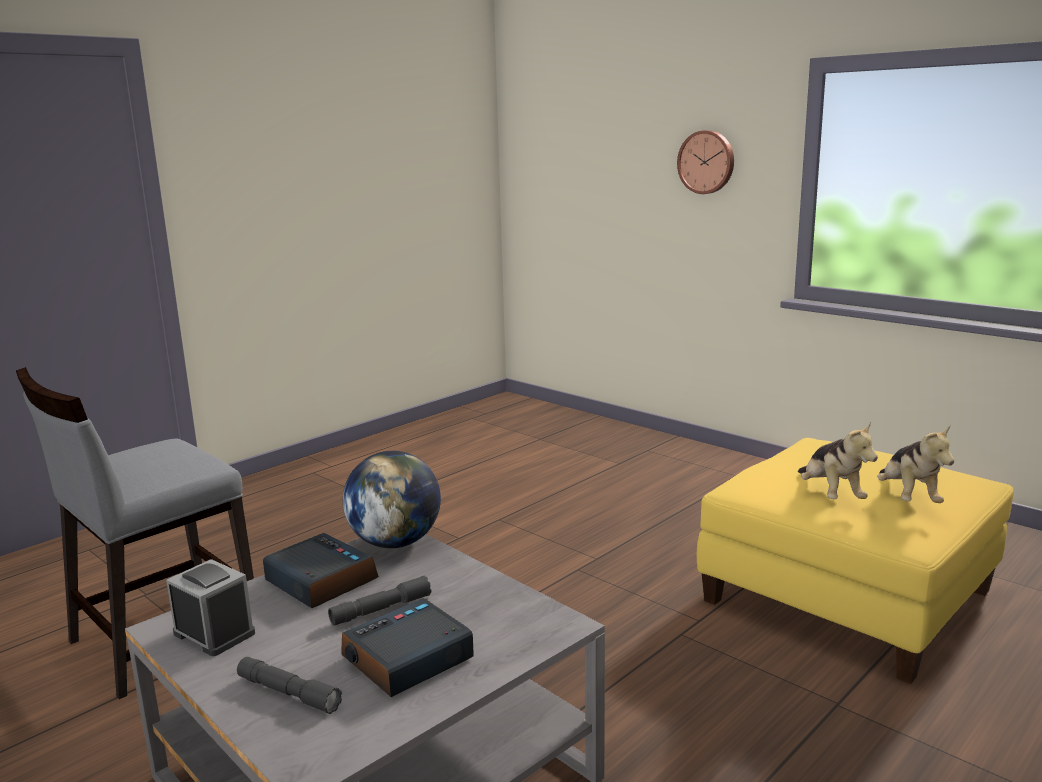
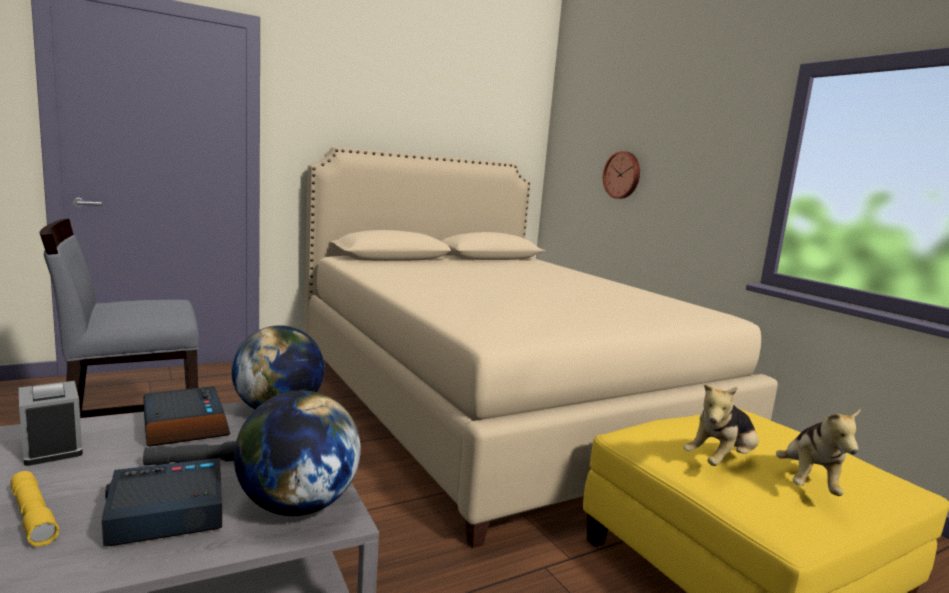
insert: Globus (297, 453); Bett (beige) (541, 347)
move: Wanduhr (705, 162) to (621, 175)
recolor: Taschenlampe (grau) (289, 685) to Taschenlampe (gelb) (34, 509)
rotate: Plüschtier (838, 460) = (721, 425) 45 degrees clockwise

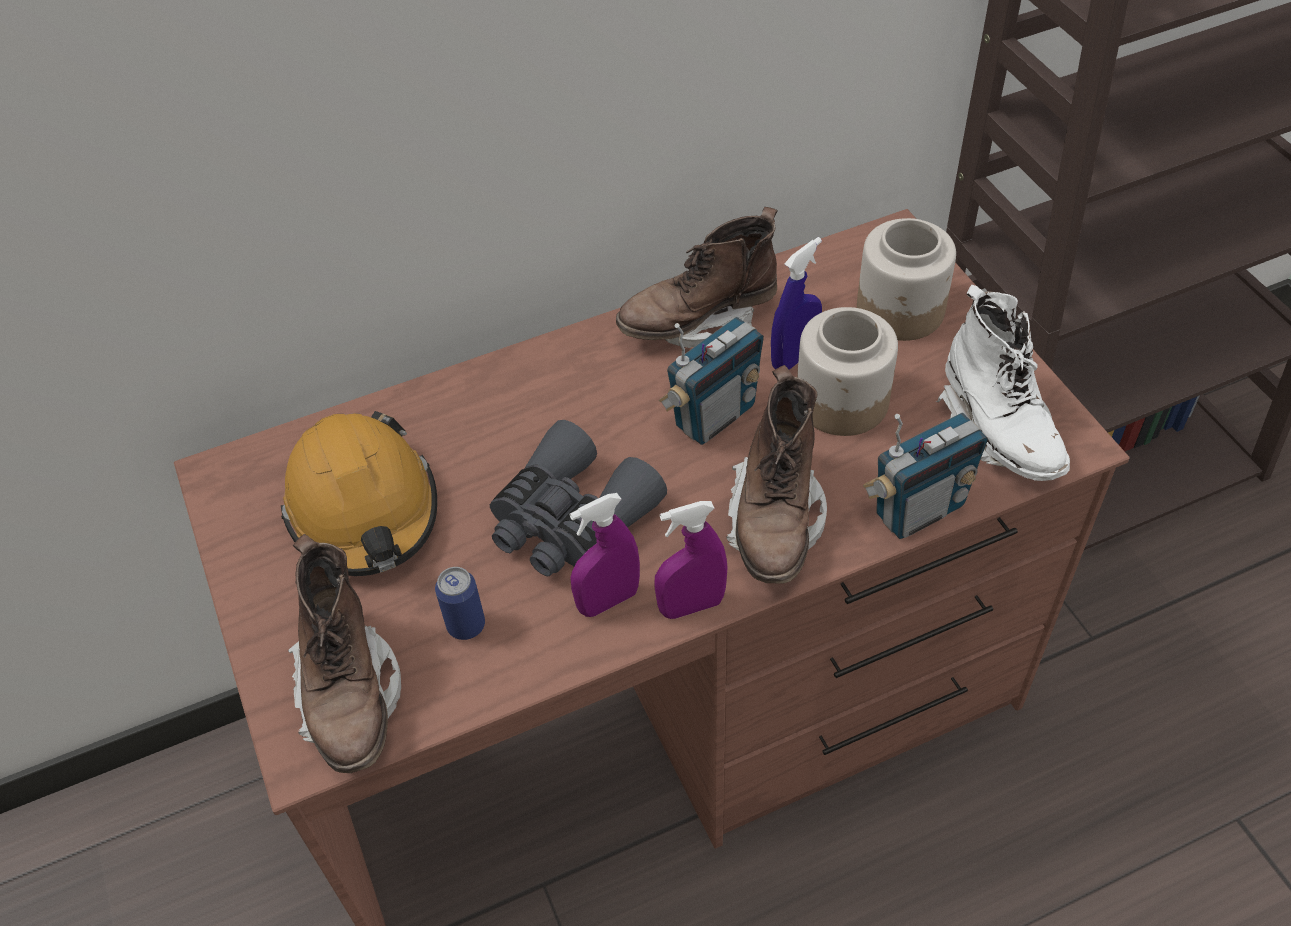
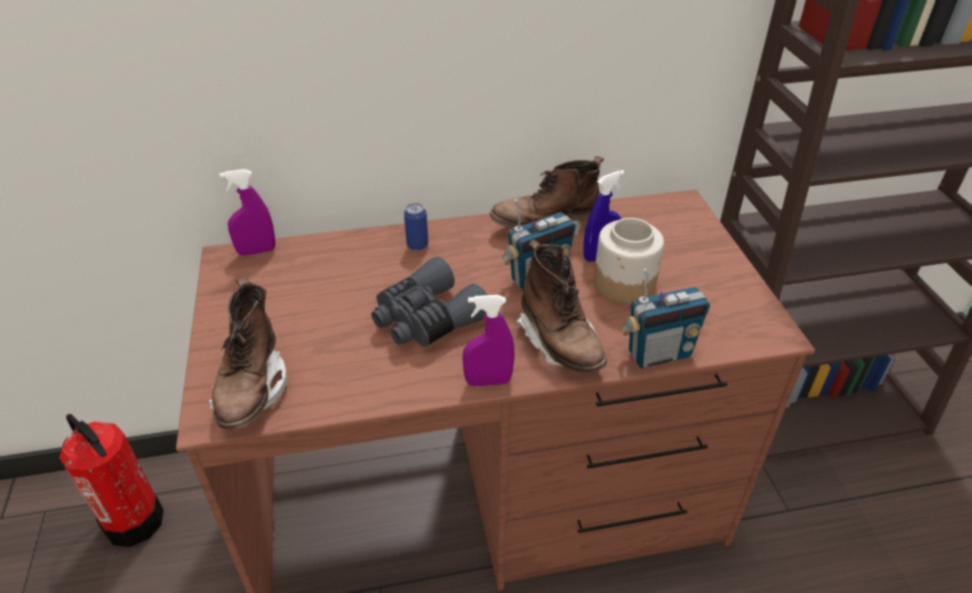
delete: Schutzhelm (orange) (359, 493); Vorratsglas (906, 279); Stiefel (weiß) (1003, 383)
insert: Feuerlöscher (111, 480)
move: Dose (460, 603) to (416, 227); Sprühflasche (lila) (605, 555) to (247, 212)
rotate: Stiefel (braun) (776, 474) = (561, 306) 45 degrees counterclockwise

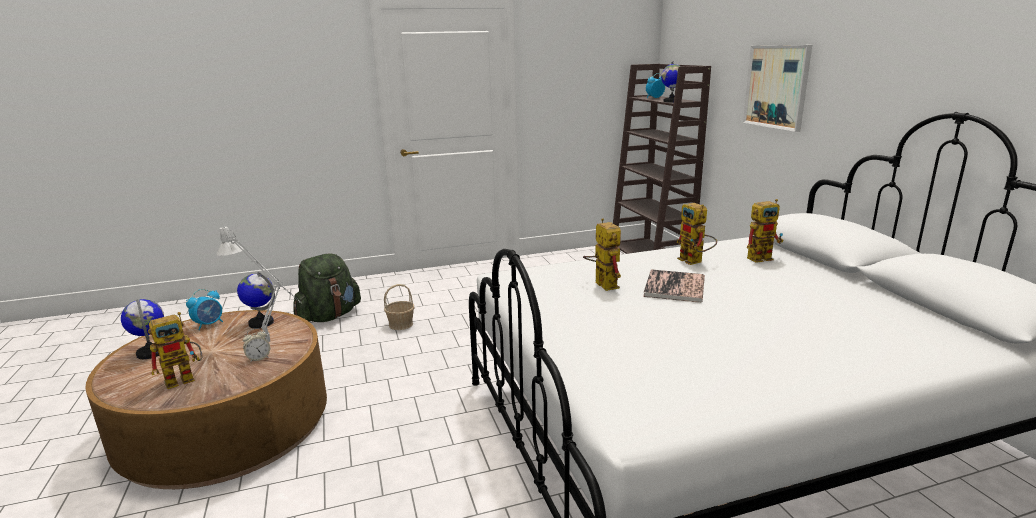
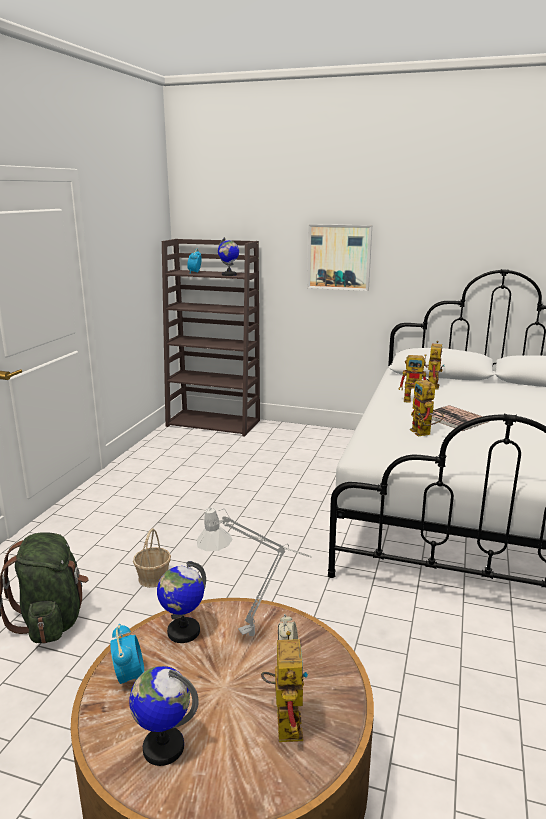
rotate: Spielzeugroboter (602, 254) = (427, 408) 120 degrees counterclockwise

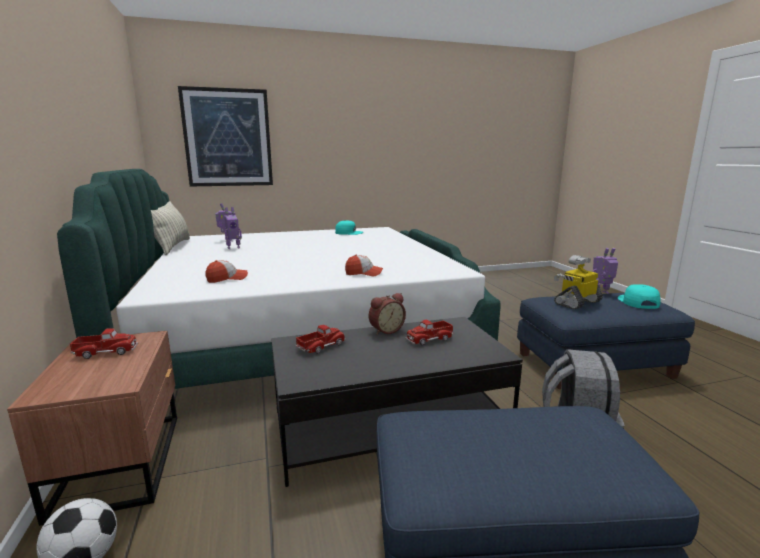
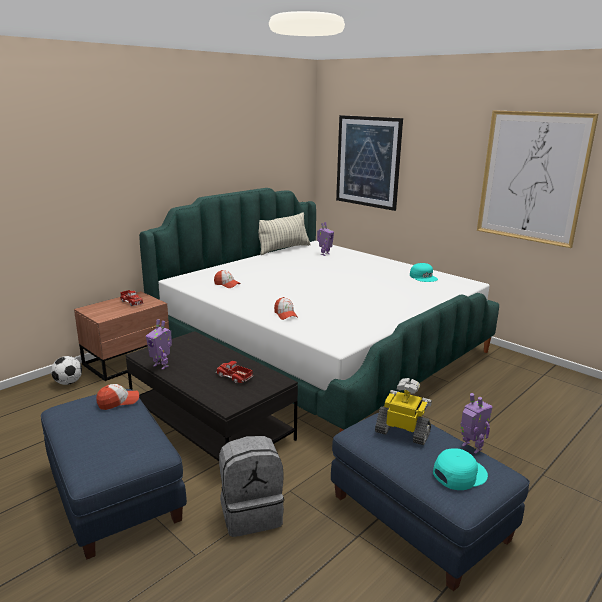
delete: Spielzeuglaster (321, 339); Wecker (387, 314)
insert: Kappe (117, 397); Bild (537, 179)
move: Spielzeugroboter (233, 228) to (159, 344)

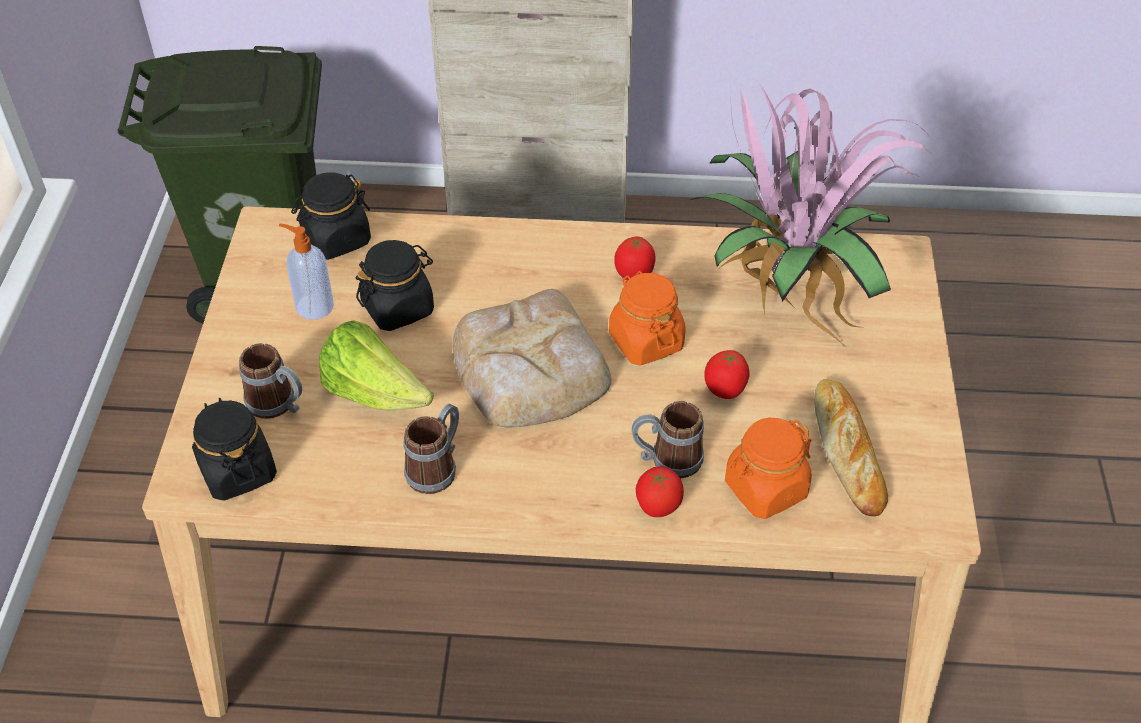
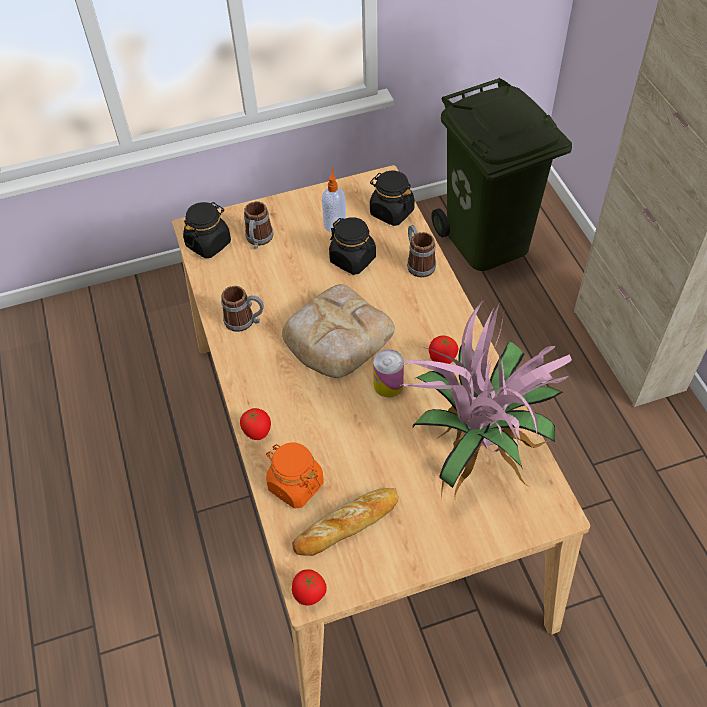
delete: Salatkopf (376, 366)
move: Henkelbecher (668, 439) to (421, 251); Tomate (727, 374) to (309, 587)
replace: Vorratsglas (orange) (647, 318) to Dose (388, 373)

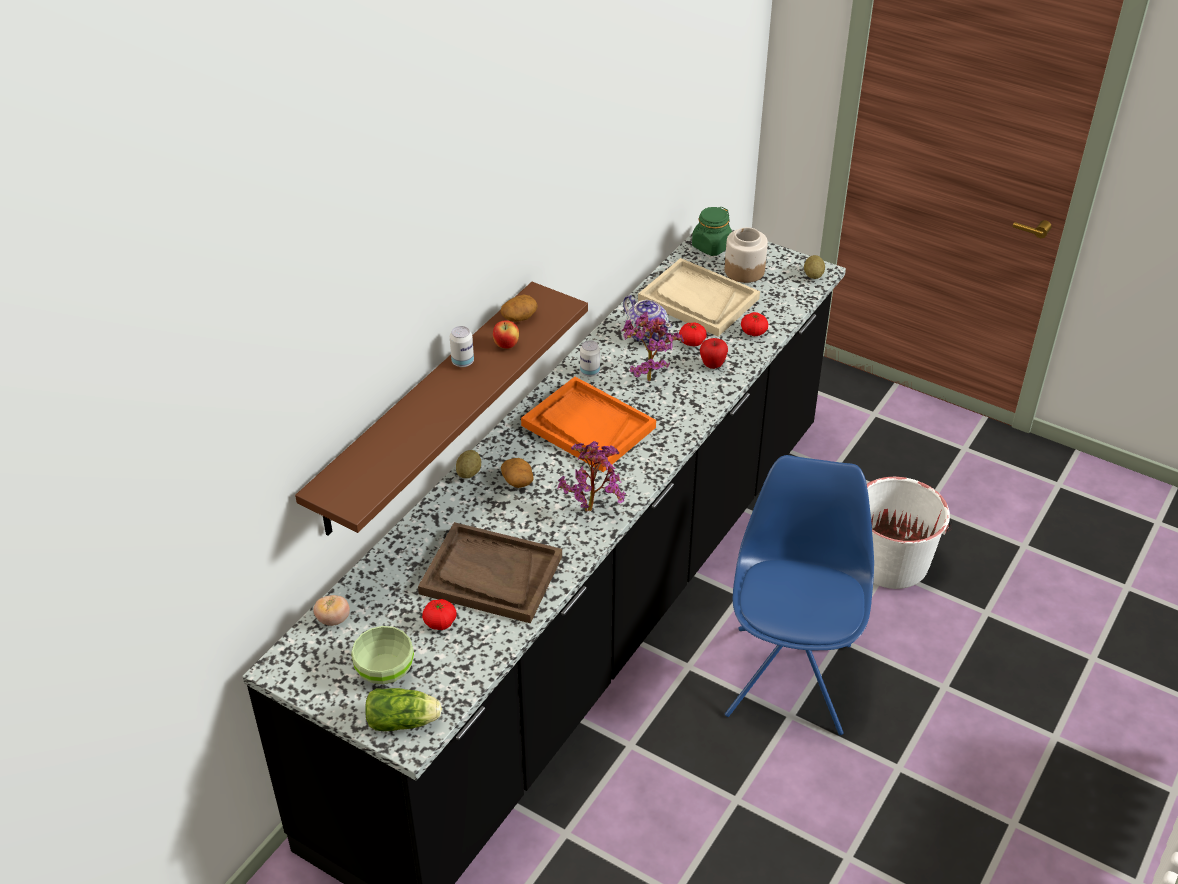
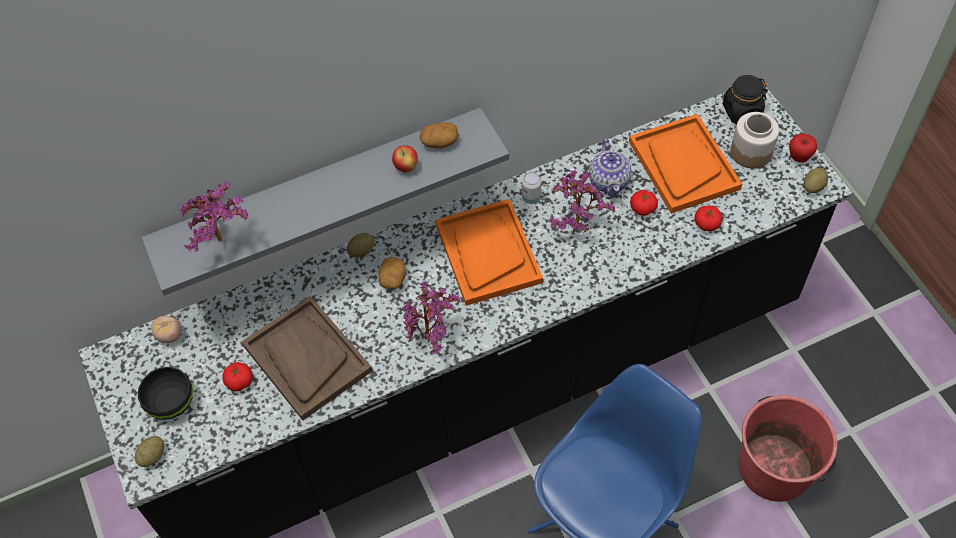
delete: Dose (462, 346)
insert: Topfpflanze (214, 216)
move: Apfel (714, 353) to (803, 148)
replace: Salatkopf (403, 709) to Kartoffel (149, 451)
recolor: Wandregal (braun) (441, 409) to Wandregal (grau) (325, 201); Schüssel (grün) (382, 655) to Schüssel (schwarz) (165, 393); Tablett (beige) (699, 297) to Tablett (orange) (685, 164); Vorratsglas (grün) (712, 231) to Vorratsglas (schwarz) (745, 99); Eimer (weiß) (910, 533) to Eimer (rot) (788, 448)

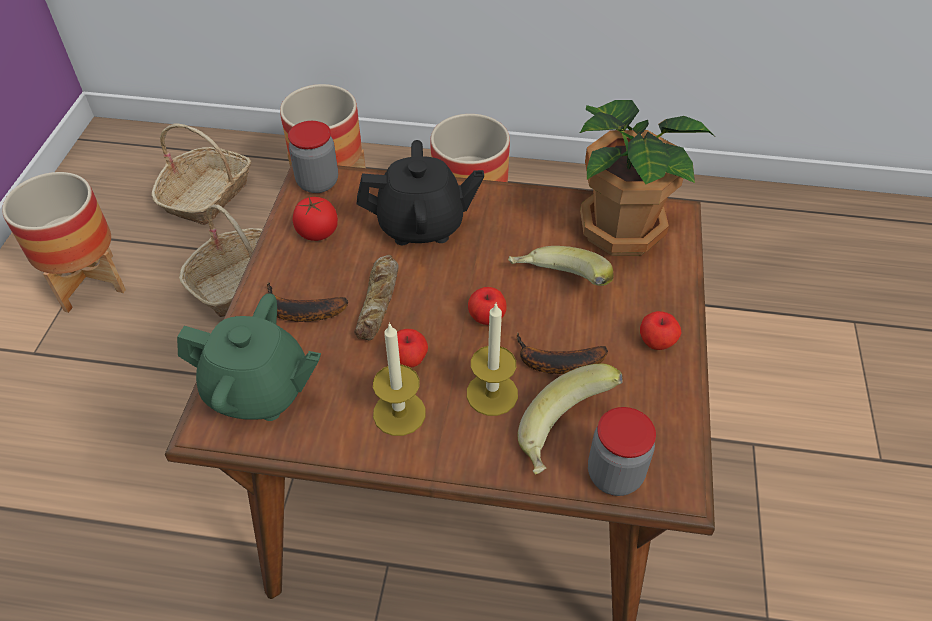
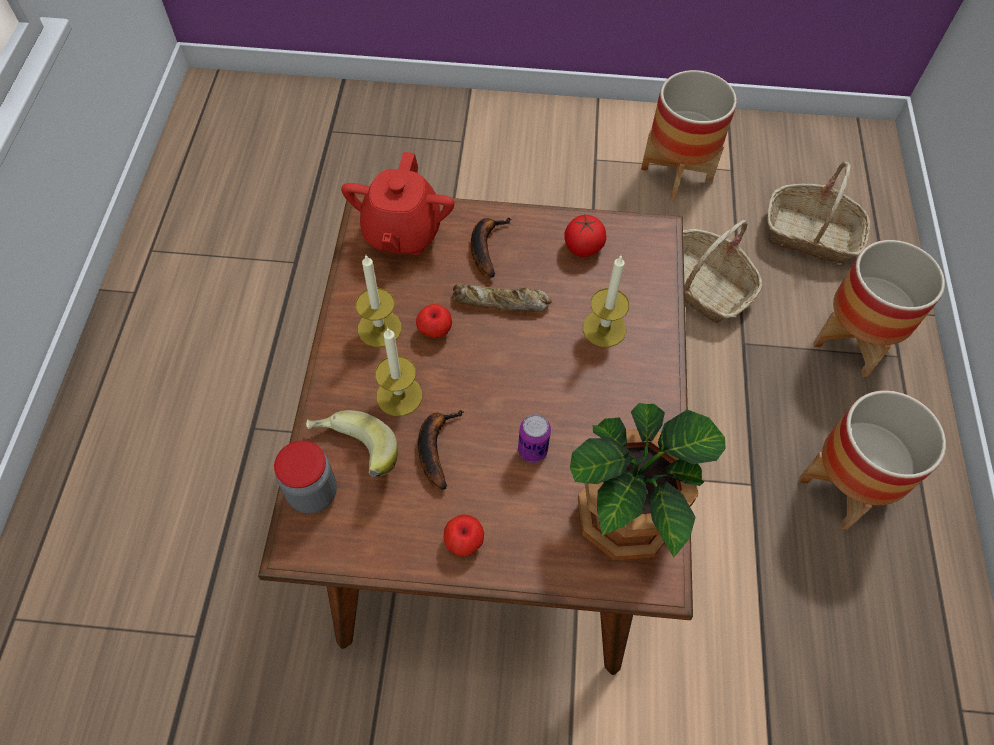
delete: Vorratsglas (313, 157); Apfel (487, 306)
replace: Teekanne (schwarz) (420, 192) to Kerze (606, 301); Banane (561, 266) to Dose (534, 438)
recolor: Teekanne (grün) (249, 357) to Teekanne (rot) (398, 203)

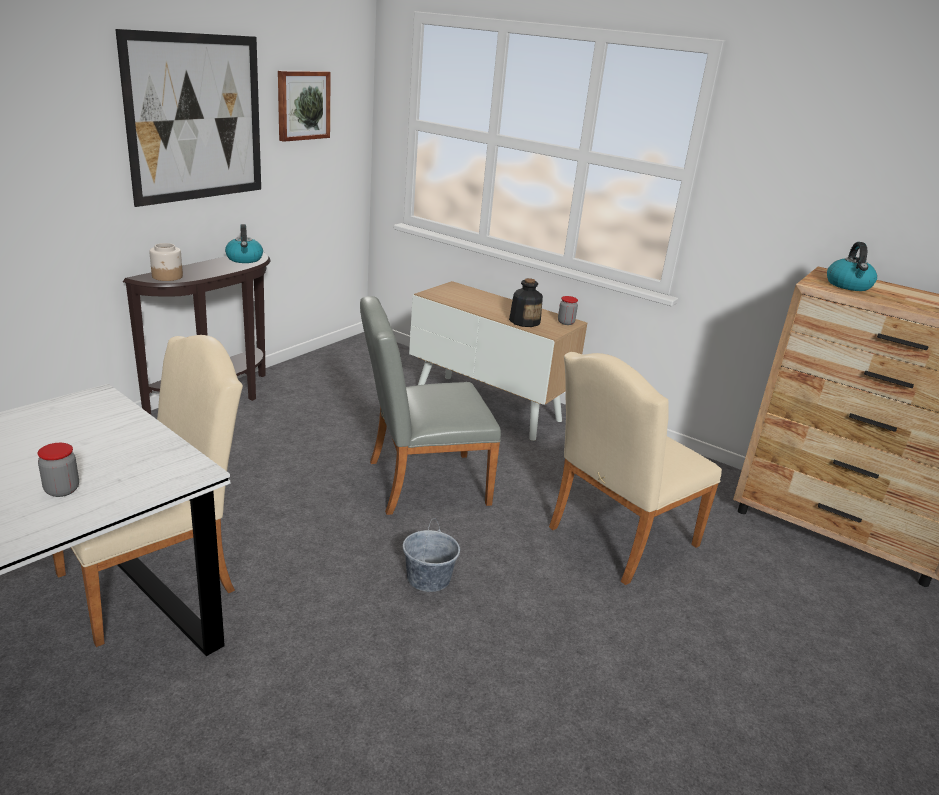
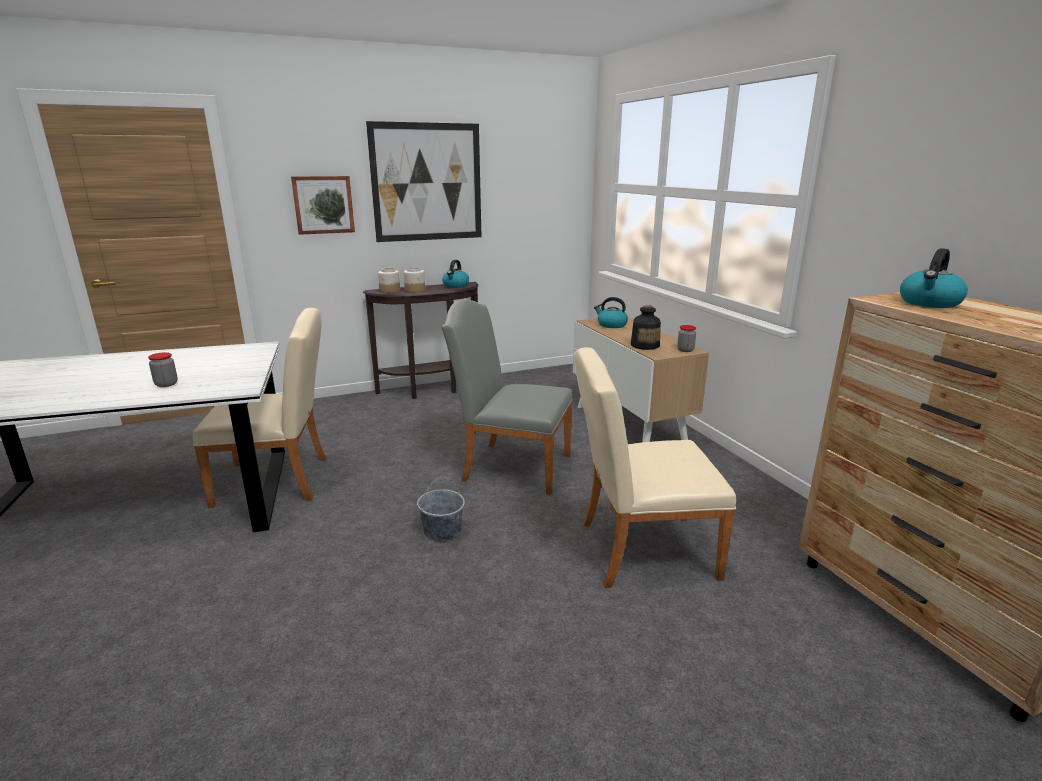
insert: Vorratsglas (414, 280); Wasserkessel (611, 312)
move: Bild (304, 106) to (323, 205)

